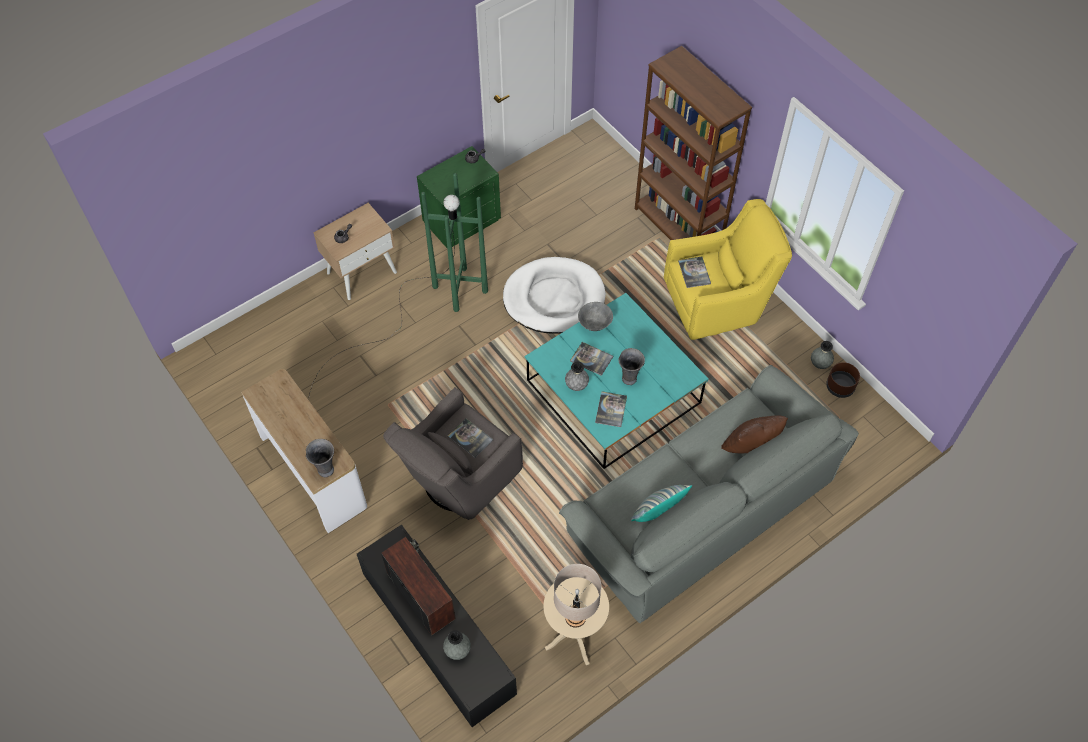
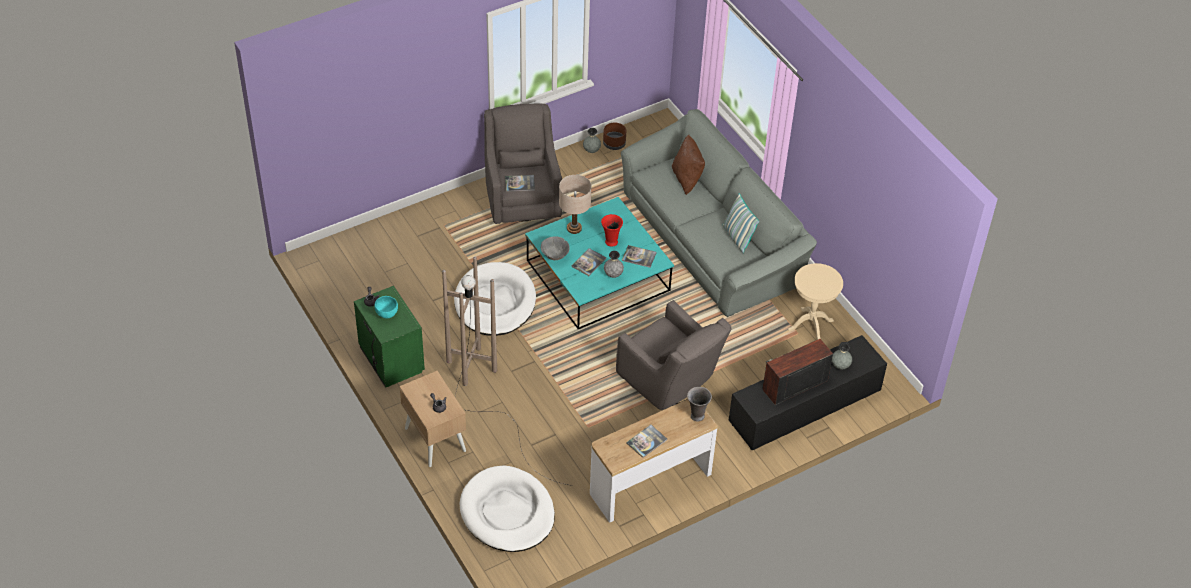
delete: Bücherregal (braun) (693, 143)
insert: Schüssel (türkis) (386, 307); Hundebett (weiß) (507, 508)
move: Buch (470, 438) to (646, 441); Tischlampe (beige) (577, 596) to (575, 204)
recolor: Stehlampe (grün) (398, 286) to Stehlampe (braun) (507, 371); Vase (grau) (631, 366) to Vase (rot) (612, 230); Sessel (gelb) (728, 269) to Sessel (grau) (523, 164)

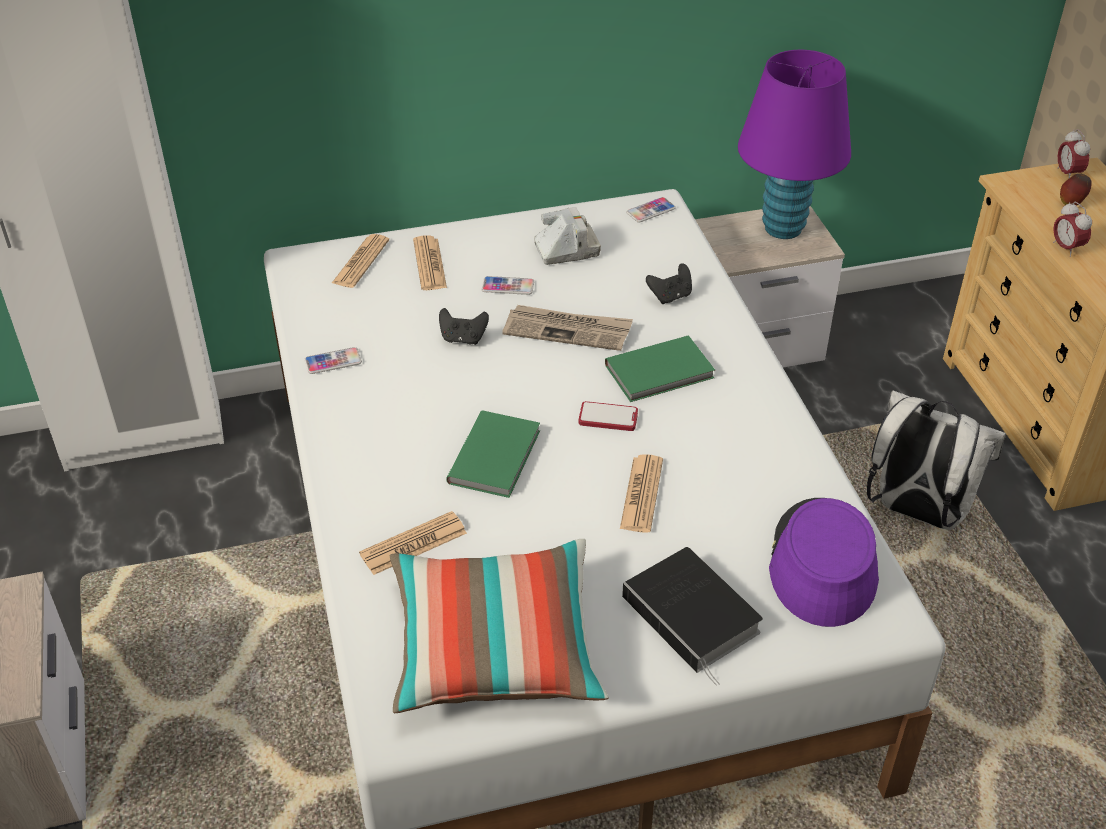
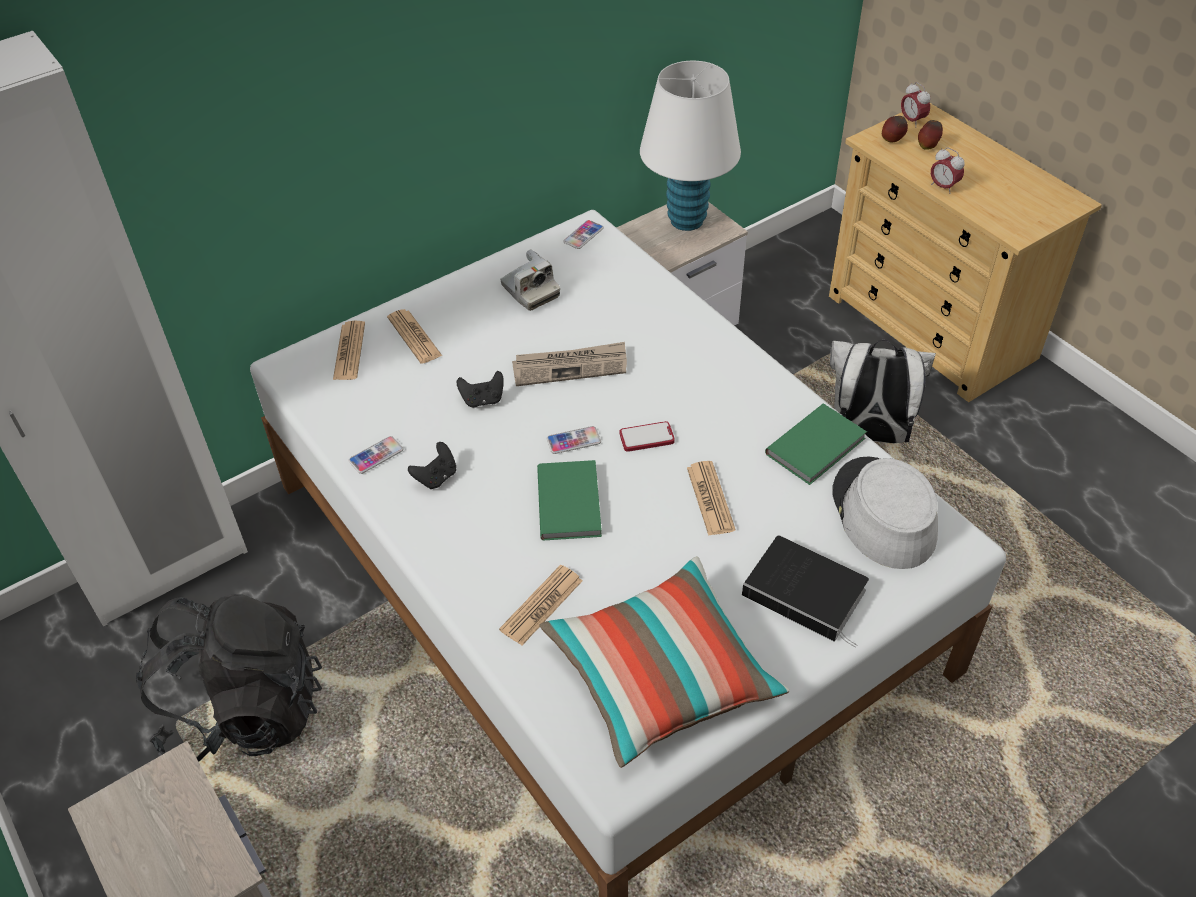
insert: Rucksack (schwarz) (229, 678); Apfel (895, 129)
move: Handy (508, 285) to (574, 440); Buch (grün) (660, 369) to (816, 444); Gamepad (schwarz) (669, 283) to (432, 466)
recolor: Tischlampe (lila) (794, 144) to Tischlampe (weiß) (690, 146); Hut (lila) (824, 562) to Hut (grau) (885, 512)
rotate: Kamera (567, 236) = (530, 280) 90 degrees clockwise

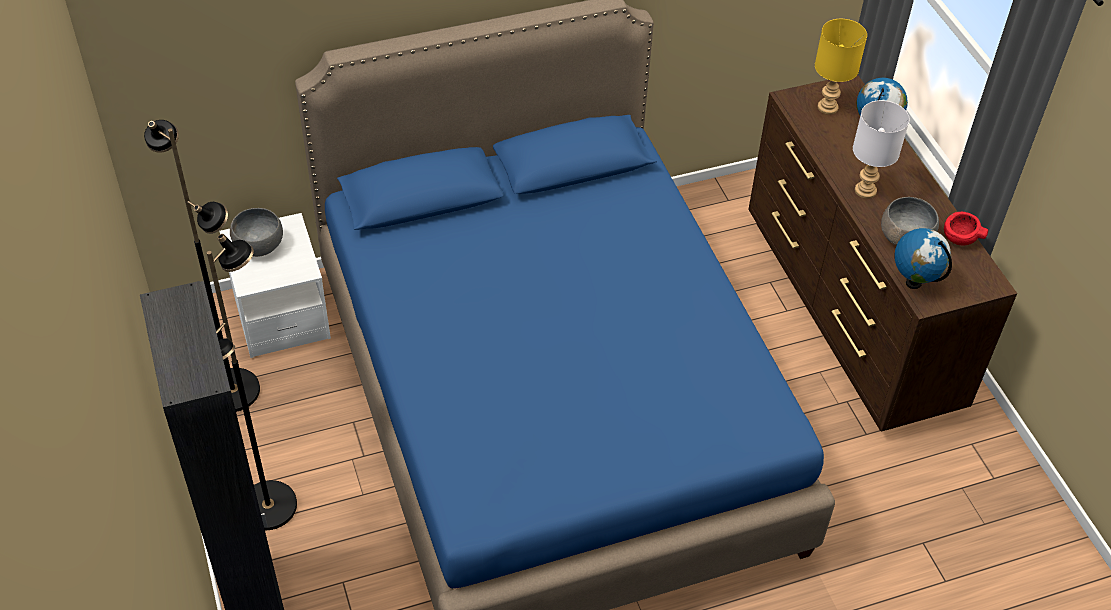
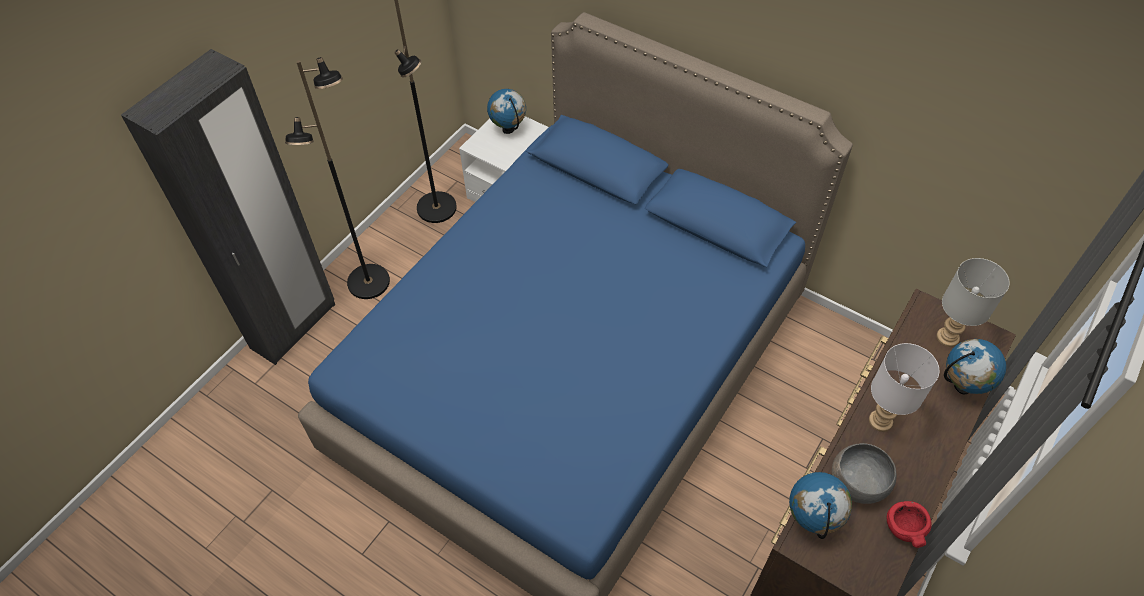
replace: Schüssel (grau) (256, 232) to Globus (506, 111)
recolor: Tischlampe (gelb) (841, 67) to Tischlampe (grau) (973, 302)

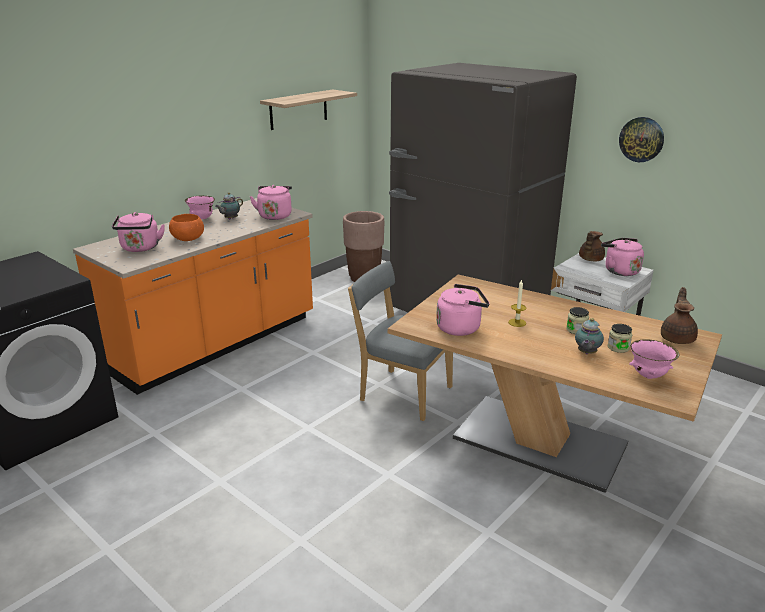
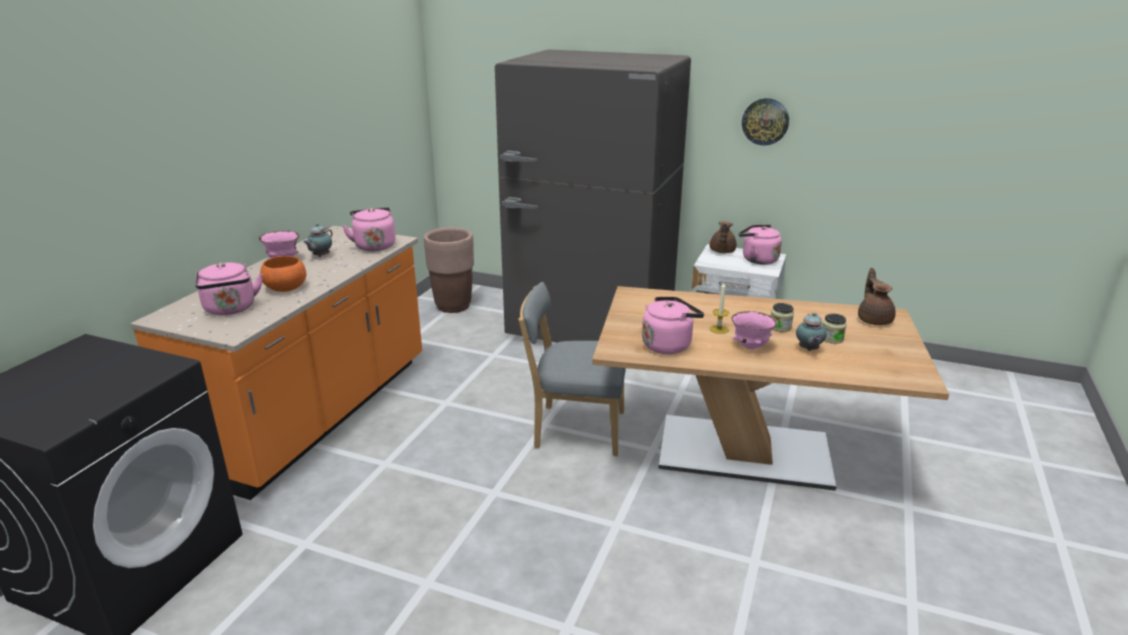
delete: Wandregal (308, 110)
move: Schüssel (rosa) (654, 359) to (755, 330)

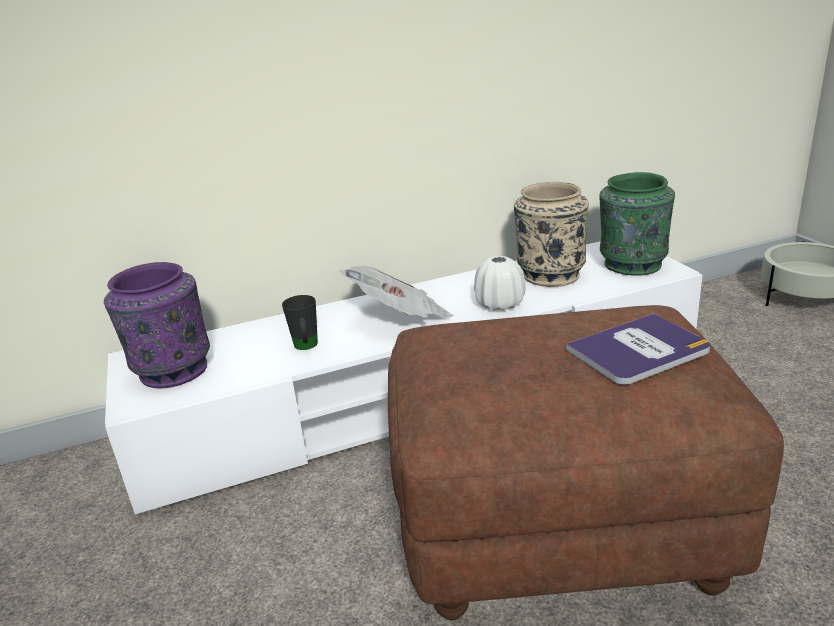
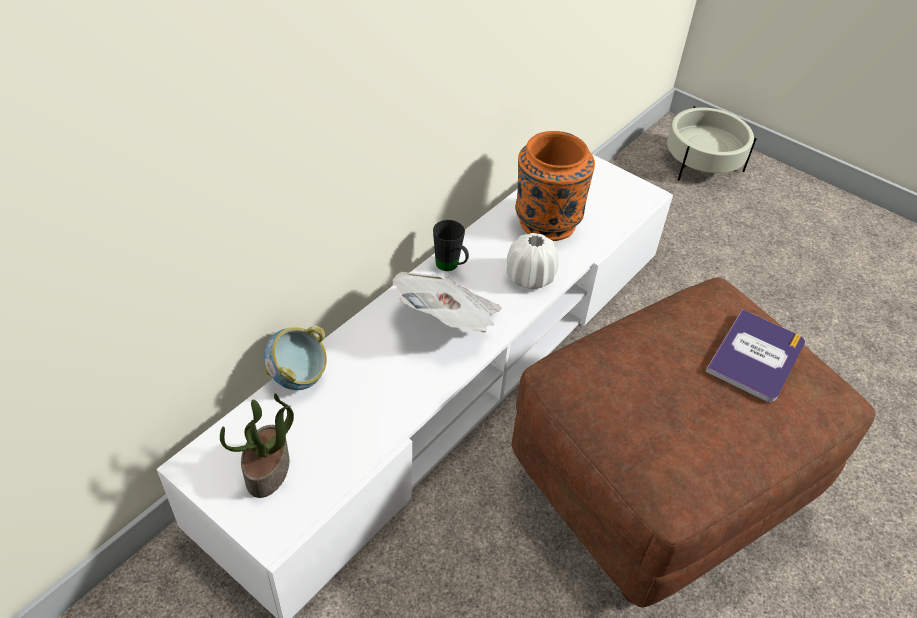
delete: Vase (grün) (637, 224)
insert: Schüssel (295, 358)
move: Henkelbecher (schwarz) (300, 322) to (451, 245)
replace: Vase (lila) (157, 325) to Topfpflanze (257, 445)
recolor: Vase (beige) (551, 234) to Vase (orange) (555, 186)

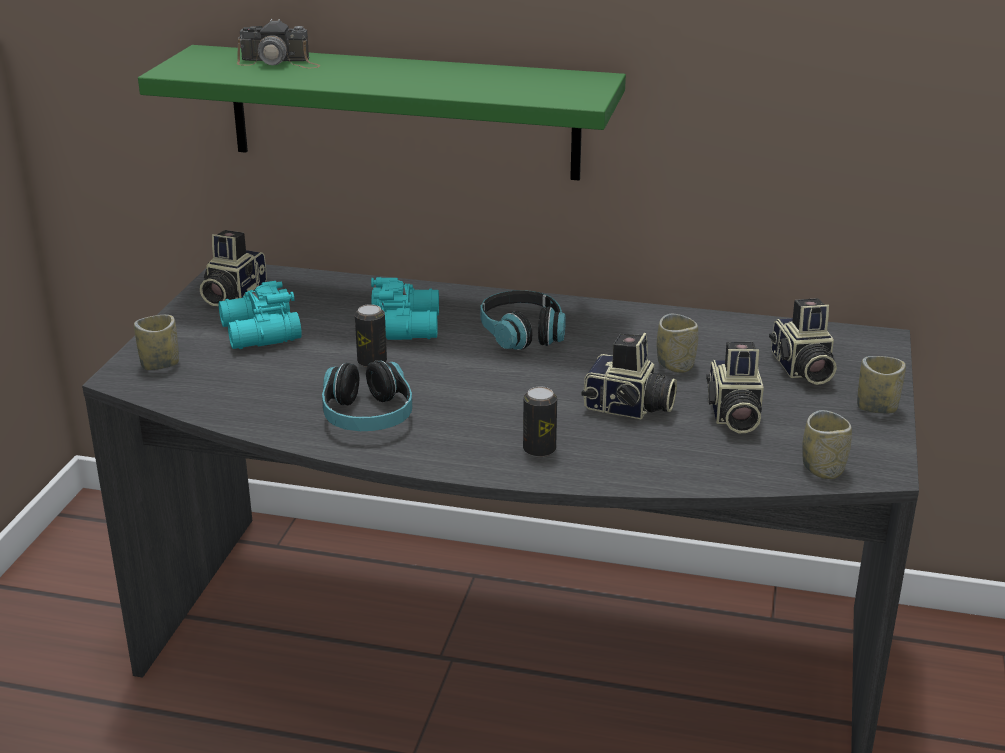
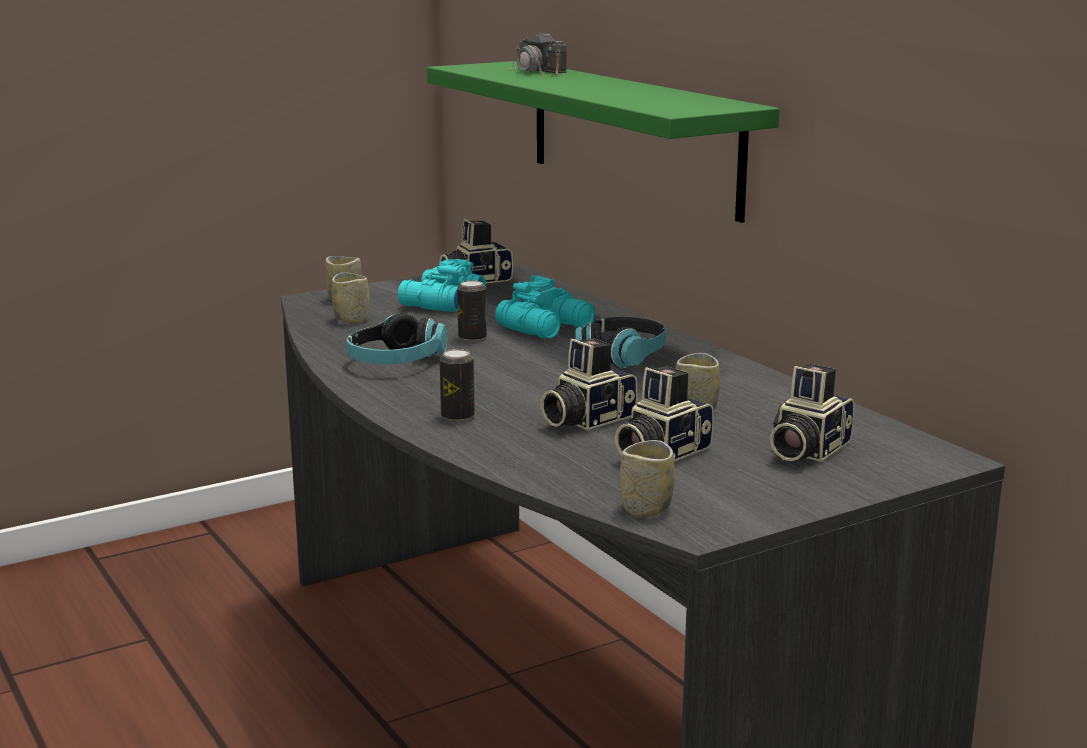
move: Tasse (881, 385) to (350, 298)
rotate: Kamera (629, 376) = (589, 384) 75 degrees clockwise

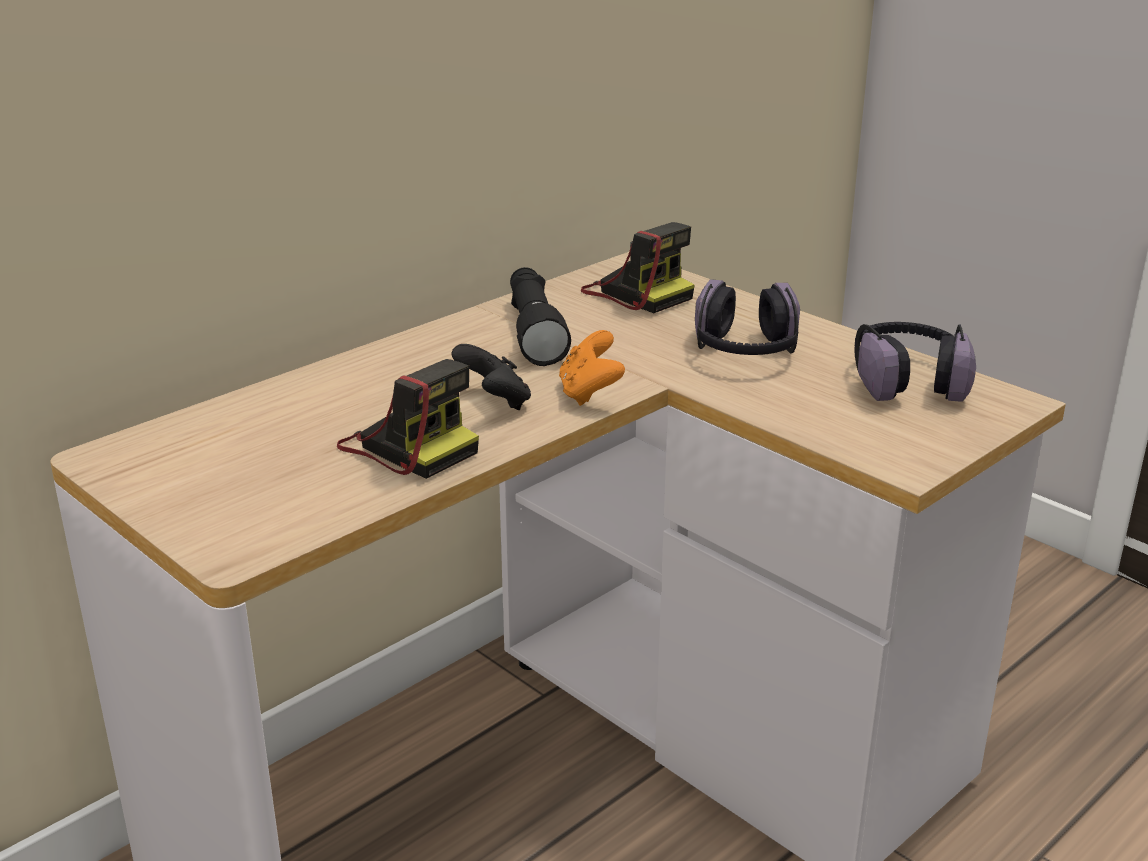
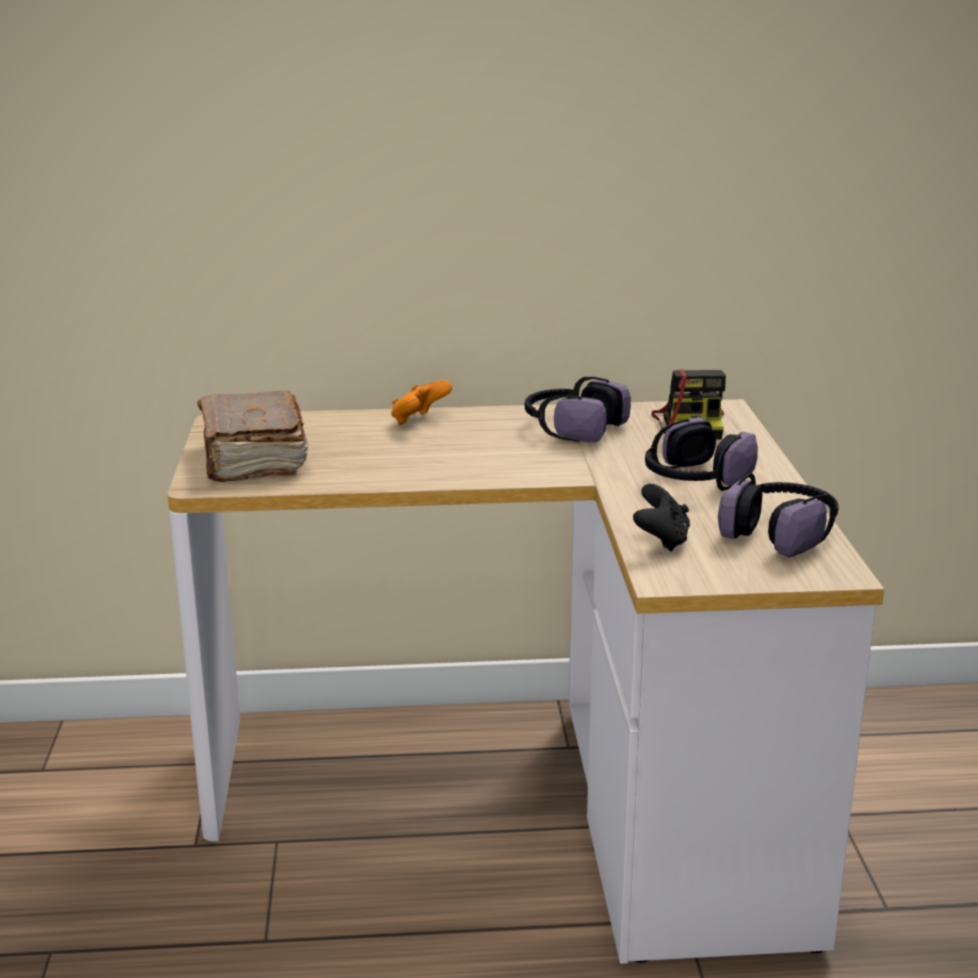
delete: Kamera (408, 419)
insert: Buch (braun) (253, 436)
move: Gamepad (schwarz) (491, 377) to (661, 517); Gamepad (orange) (592, 368) to (421, 402)
replace: Taschenlampe (schwarz) (540, 316) to Kopfhörer (578, 409)

